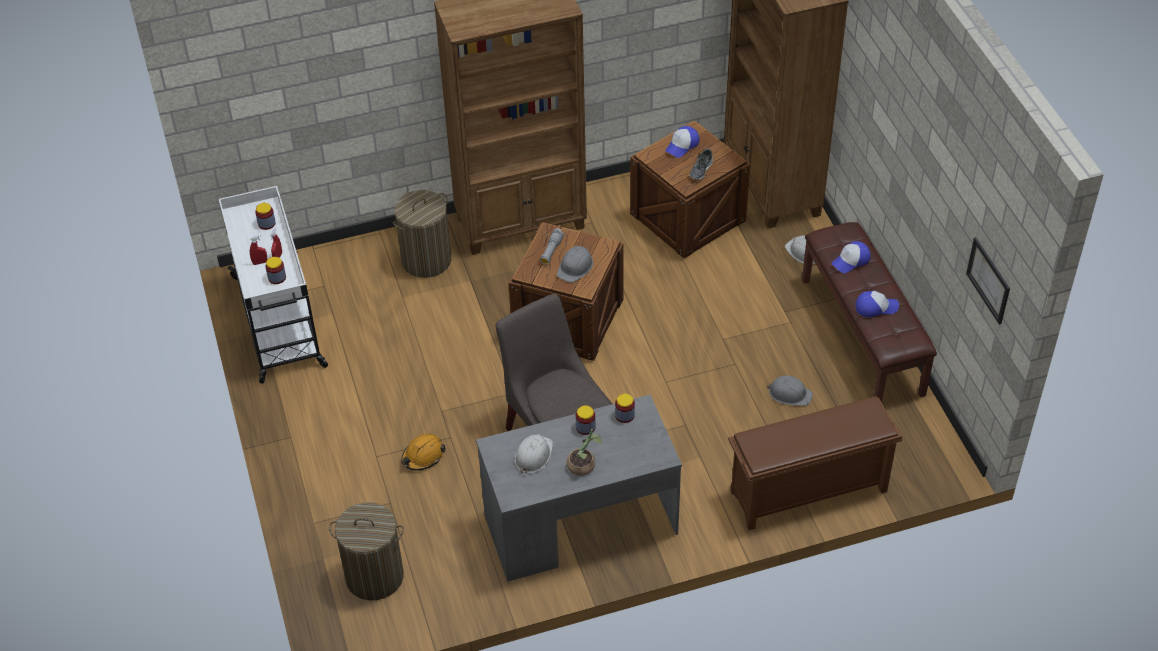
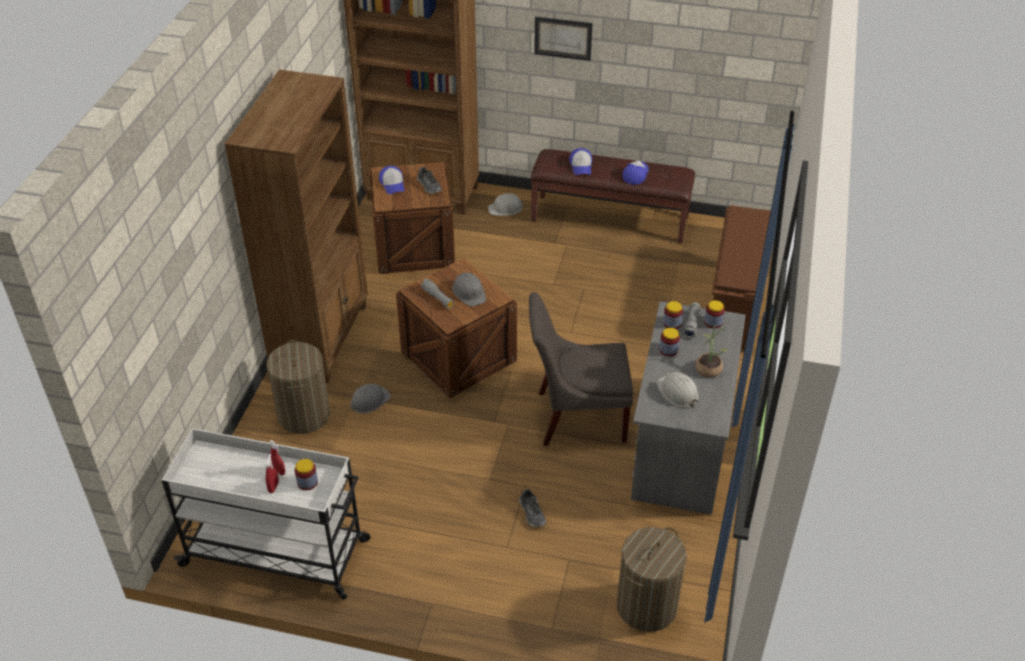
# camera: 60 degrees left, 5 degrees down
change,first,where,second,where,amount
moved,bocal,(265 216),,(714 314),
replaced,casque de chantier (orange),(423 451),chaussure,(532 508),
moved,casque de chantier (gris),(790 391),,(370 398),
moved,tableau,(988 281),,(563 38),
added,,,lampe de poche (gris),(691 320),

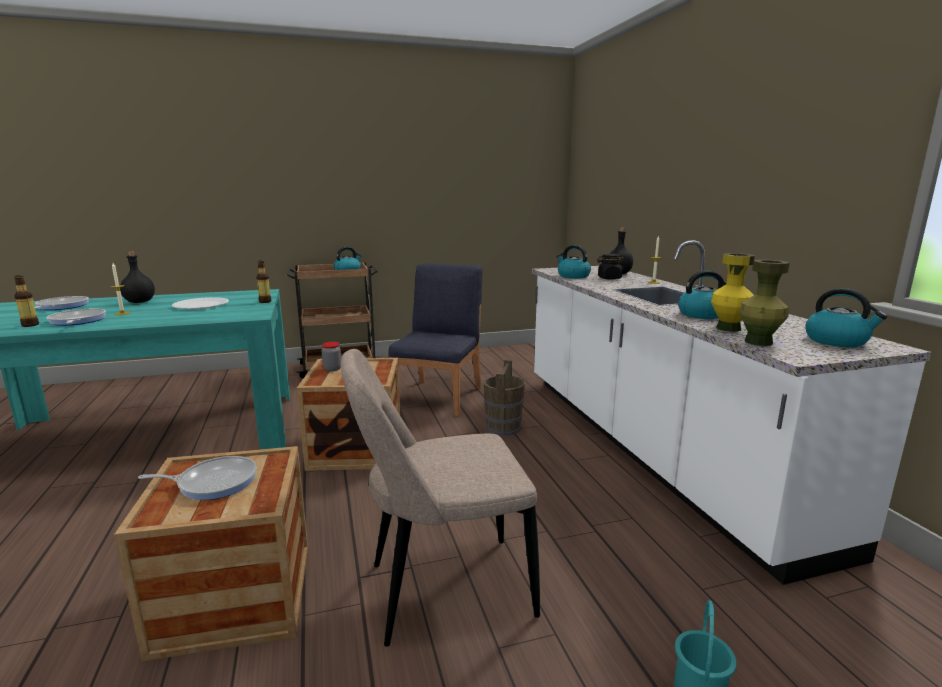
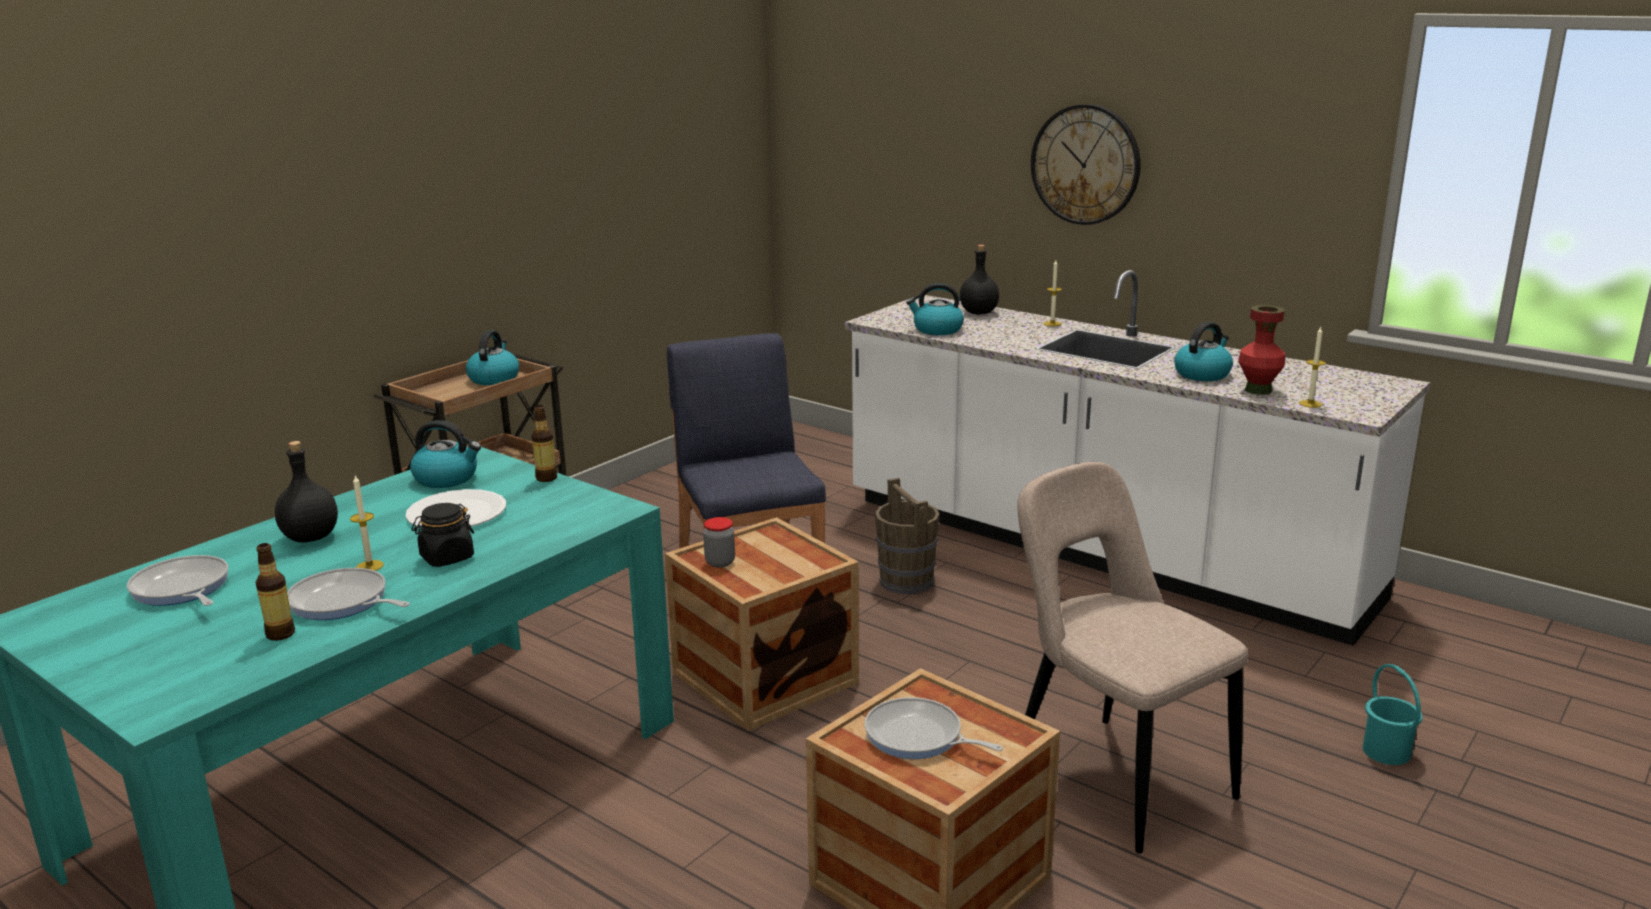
# camera: 35 degrees left, 5 degrees up
change,first,where,second,where,amount
turned,poêle,(197 478),,(934 728),105 degrees counterclockwise
turned,chaise (beige),(440 498),,(1133 658),105 degrees clockwise
moved,bocal (noir),(610 267),,(442 535),
recoloured,vase (jaune),(733 292),vase (rouge),(1261 350),
replaced,vase (vert),(764 303),bougie,(1312 367),
moved,bouilloire,(846 317),,(445 454),
added,,,horloge murale,(1086 164),

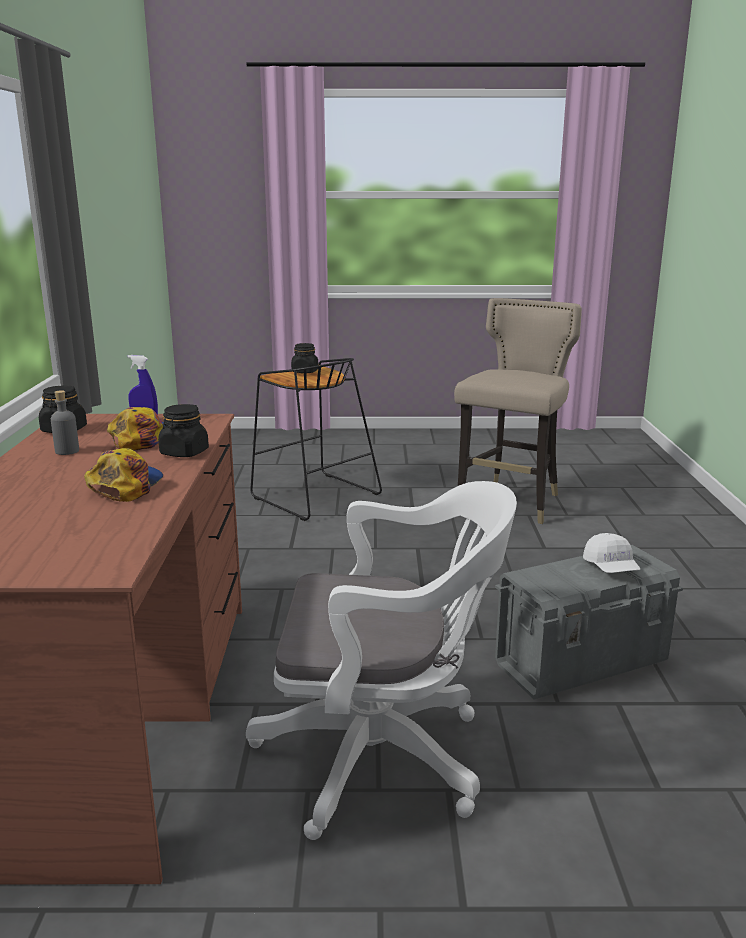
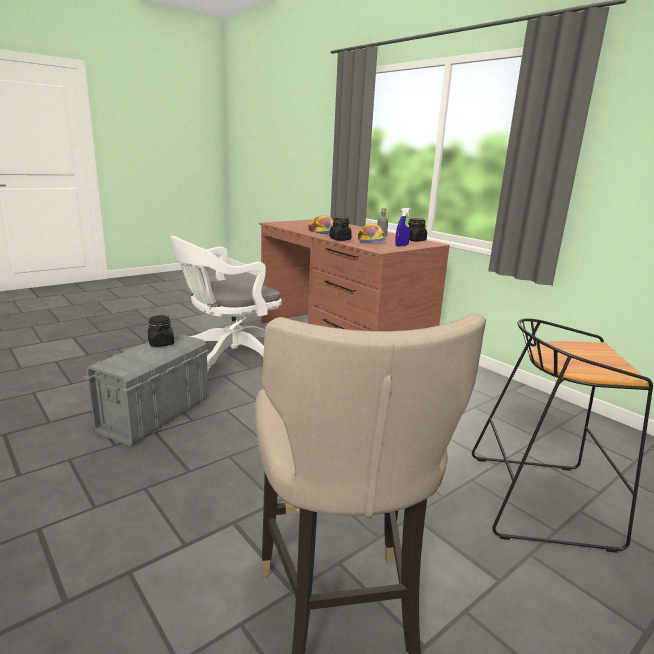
# camera: 140 degrees right, 0 degrees up
change,first,where,second,where,amount
moved,bocal (noir),(304 358),,(161 331),
removed,casquette (blanc),(611 553),,,

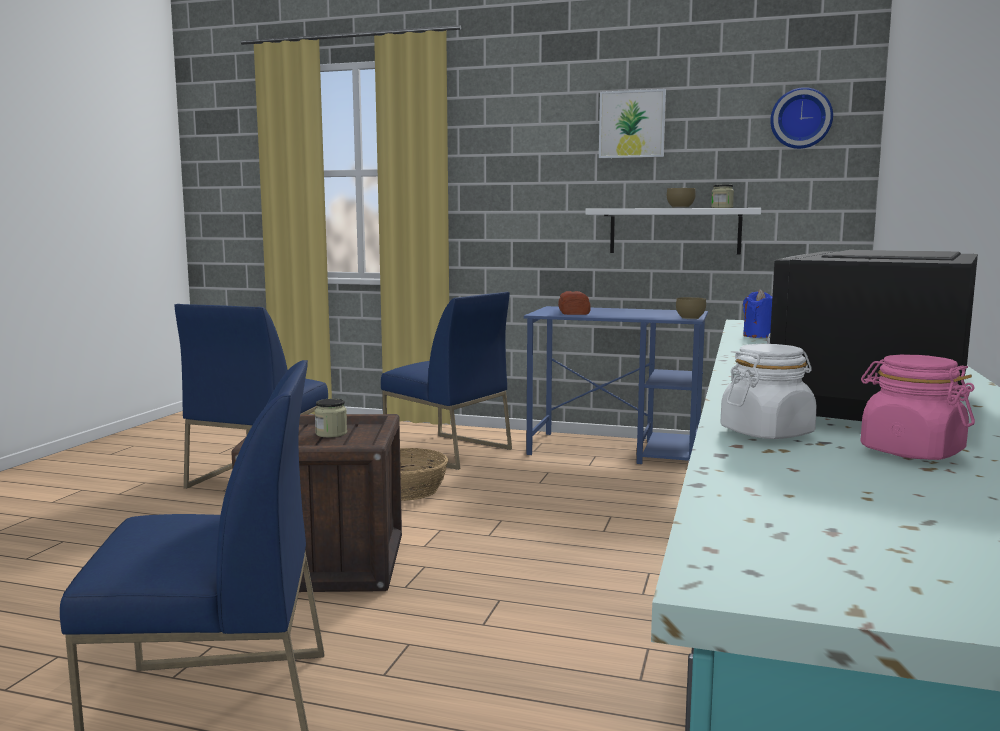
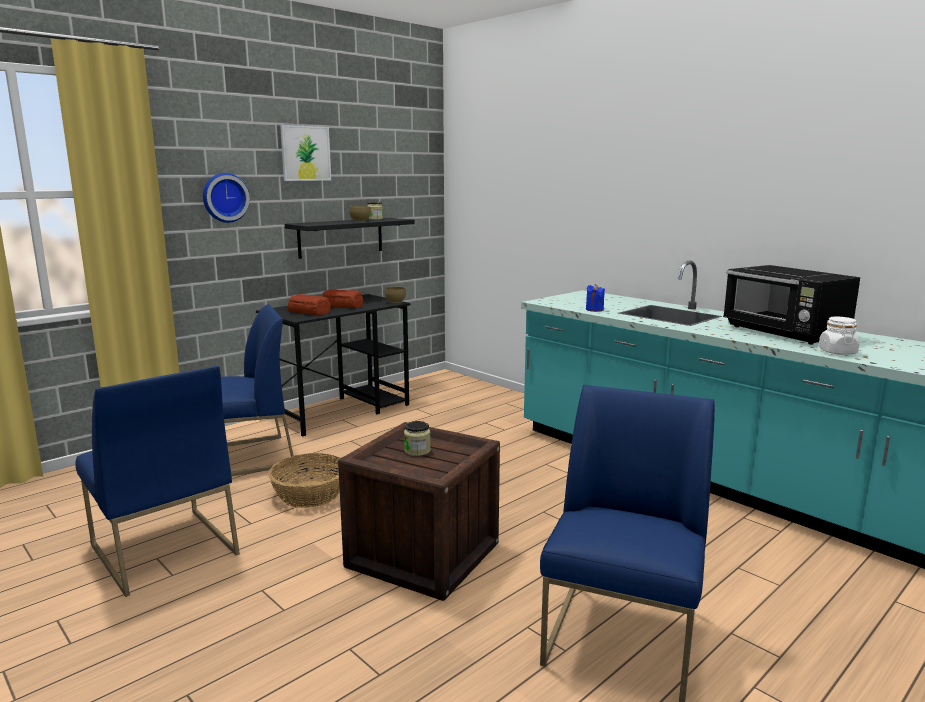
# camera: 60 degrees left, 5 degrees up
change,first,where,second,where,amount
recoloured,bureau (bleu),(616 385),bureau (noir),(333 365),
recoloured,étagère (blanc),(673 231),étagère (noir),(350 238),
moved,horloge murale,(801 118),,(226 198),
removed,bocal (rose),(918 407),,,
added,,,pain,(342 298),

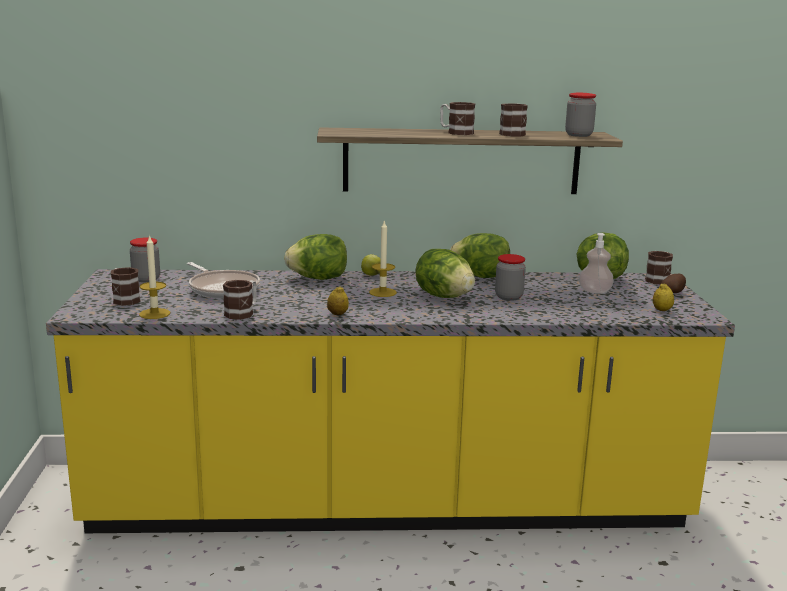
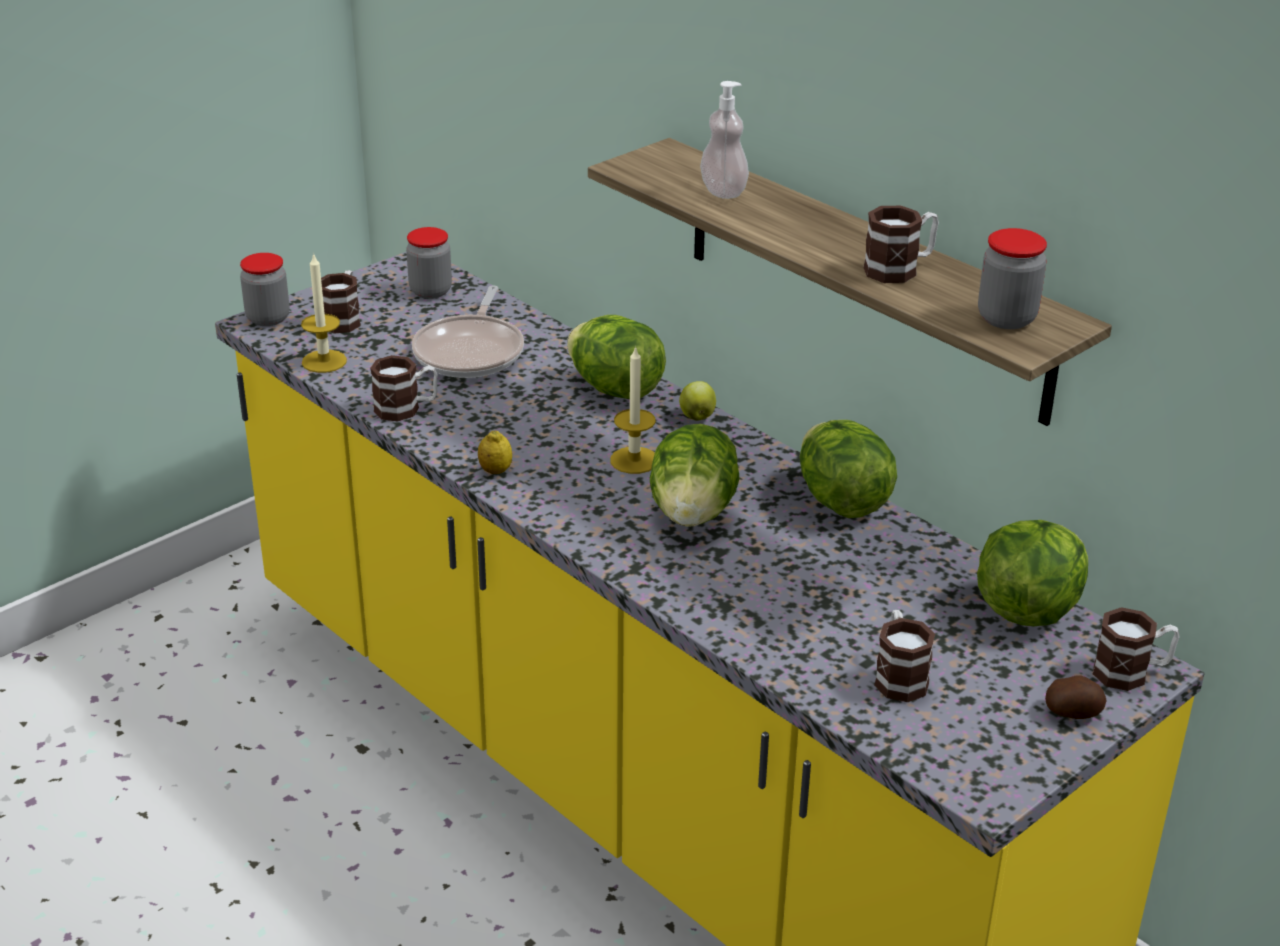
# camera: 50 degrees right, 15 degrees up
change,first,where,second,where,amount
moved,mug,(458 118),,(904 656),
moved,bocal,(510 277),,(264 289),
moved,distributeur de savon,(596 263),,(724 140),
removed,citron,(663 297),,,

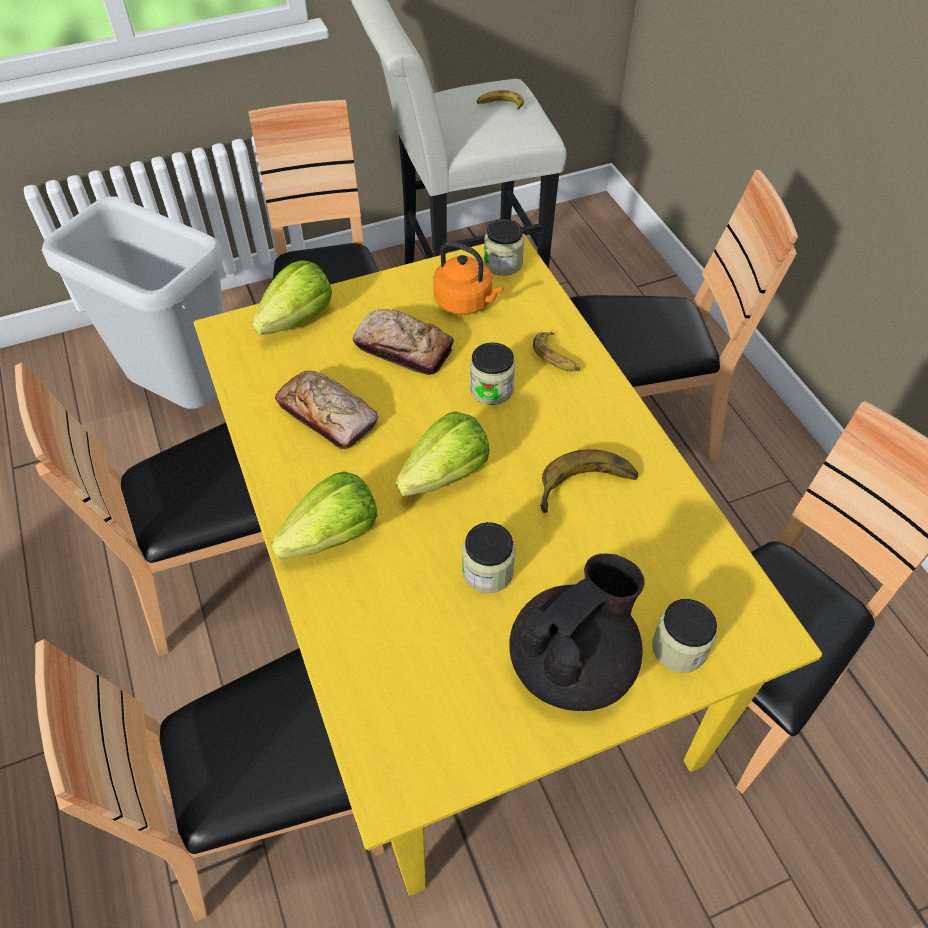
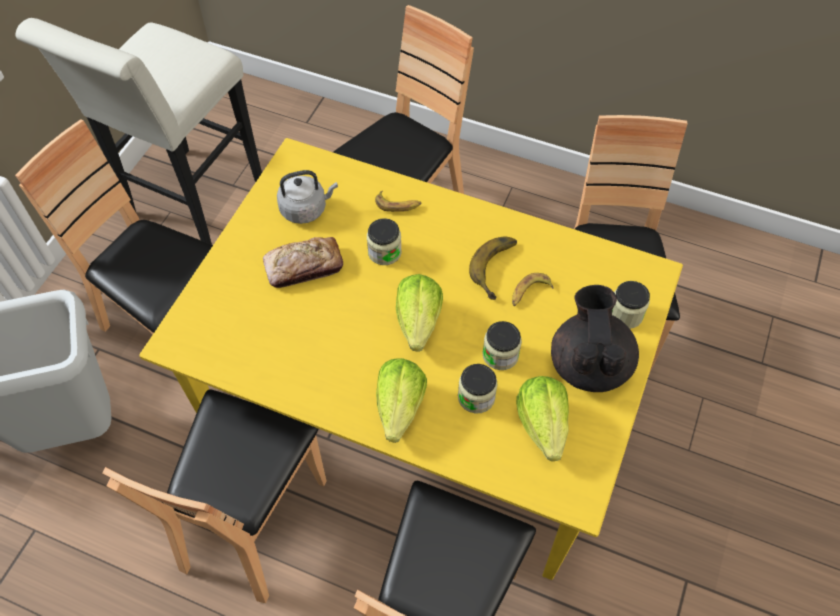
# camera: 45 degrees left, 5 degrees up
change,first,where,second,where,amount
moved,laitue,(292 297),,(542 418),
removed,pain,(326 410),,,
recoloured,bouilloire (orange),(468 278),bouilloire (gris),(307 197),
moved,banane,(500 100),,(533 289),
moved,bocal,(504 247),,(478 389),

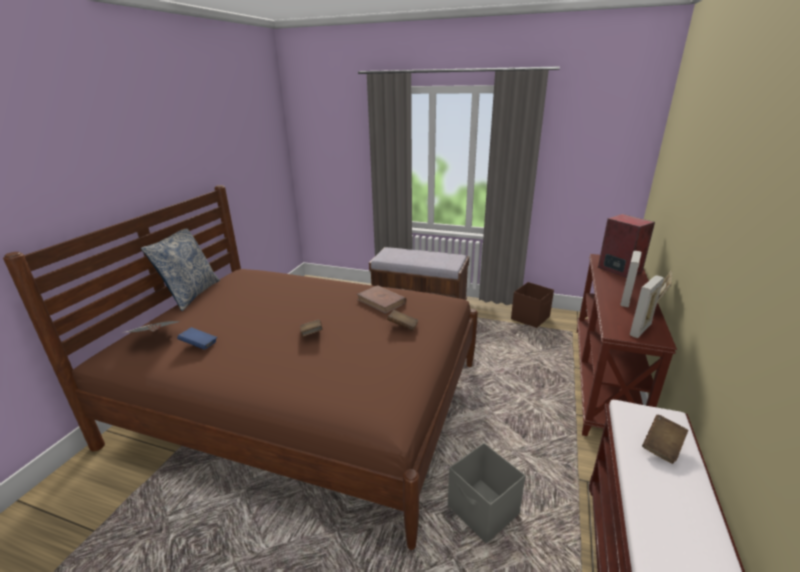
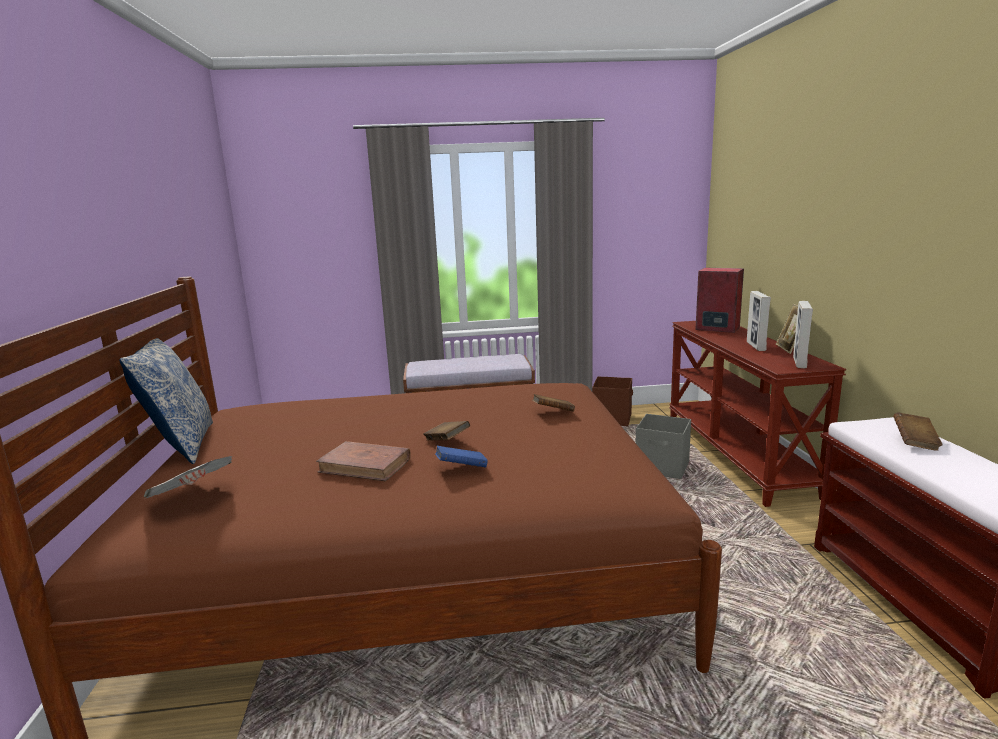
# camera: 25 degrees left, 10 degrees down
change,first,where,second,where,amount
moved,livre (bleu),(197 338),,(461 456),
moved,livre (marron),(381 299),,(363 461),
moved,boîte de rangement (gris),(487 493),,(663 446),

